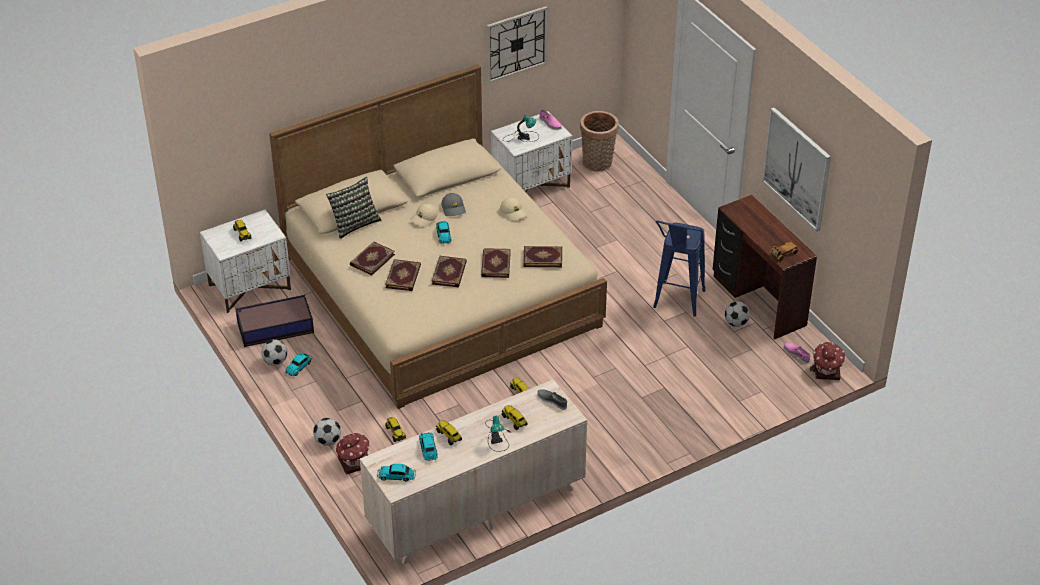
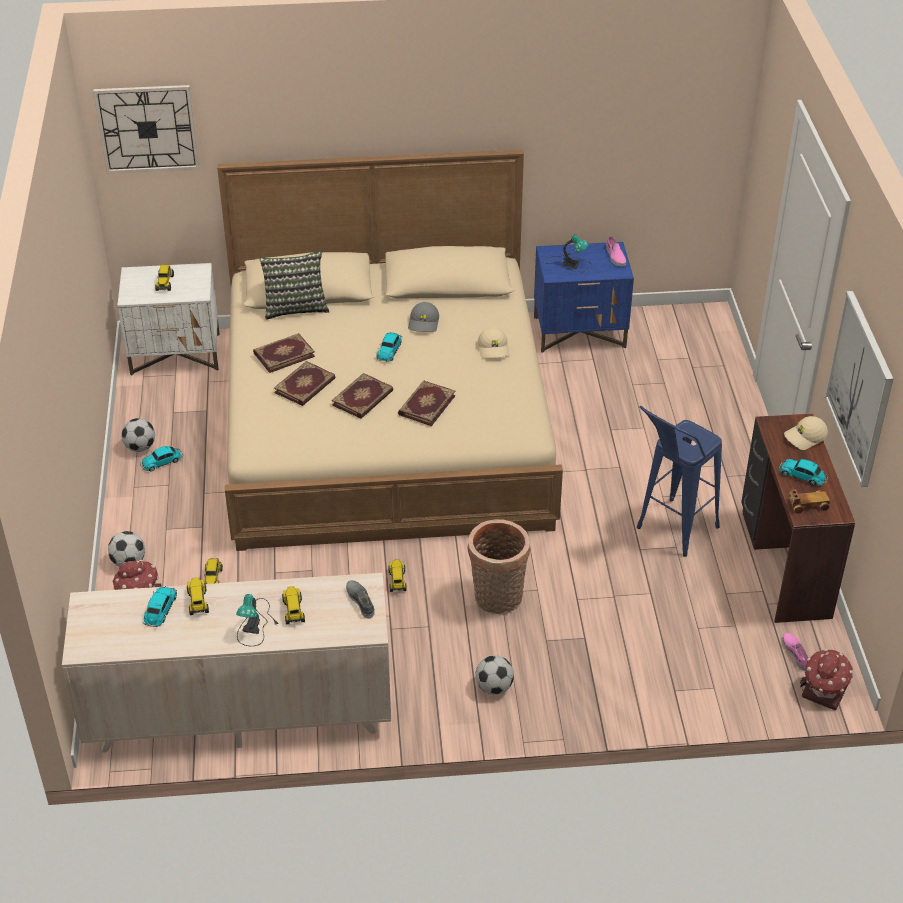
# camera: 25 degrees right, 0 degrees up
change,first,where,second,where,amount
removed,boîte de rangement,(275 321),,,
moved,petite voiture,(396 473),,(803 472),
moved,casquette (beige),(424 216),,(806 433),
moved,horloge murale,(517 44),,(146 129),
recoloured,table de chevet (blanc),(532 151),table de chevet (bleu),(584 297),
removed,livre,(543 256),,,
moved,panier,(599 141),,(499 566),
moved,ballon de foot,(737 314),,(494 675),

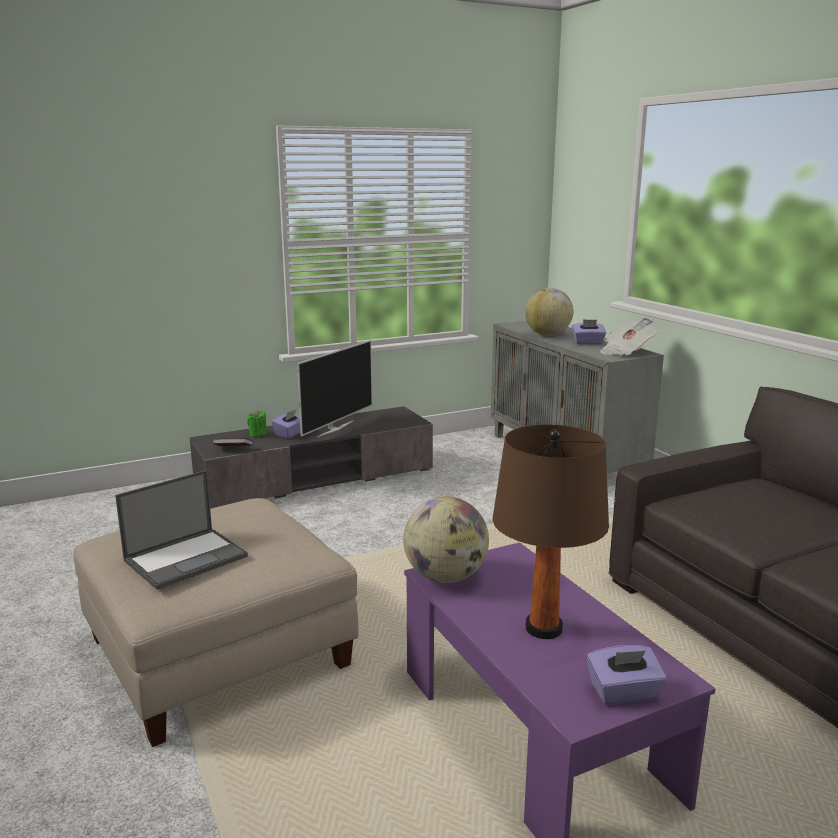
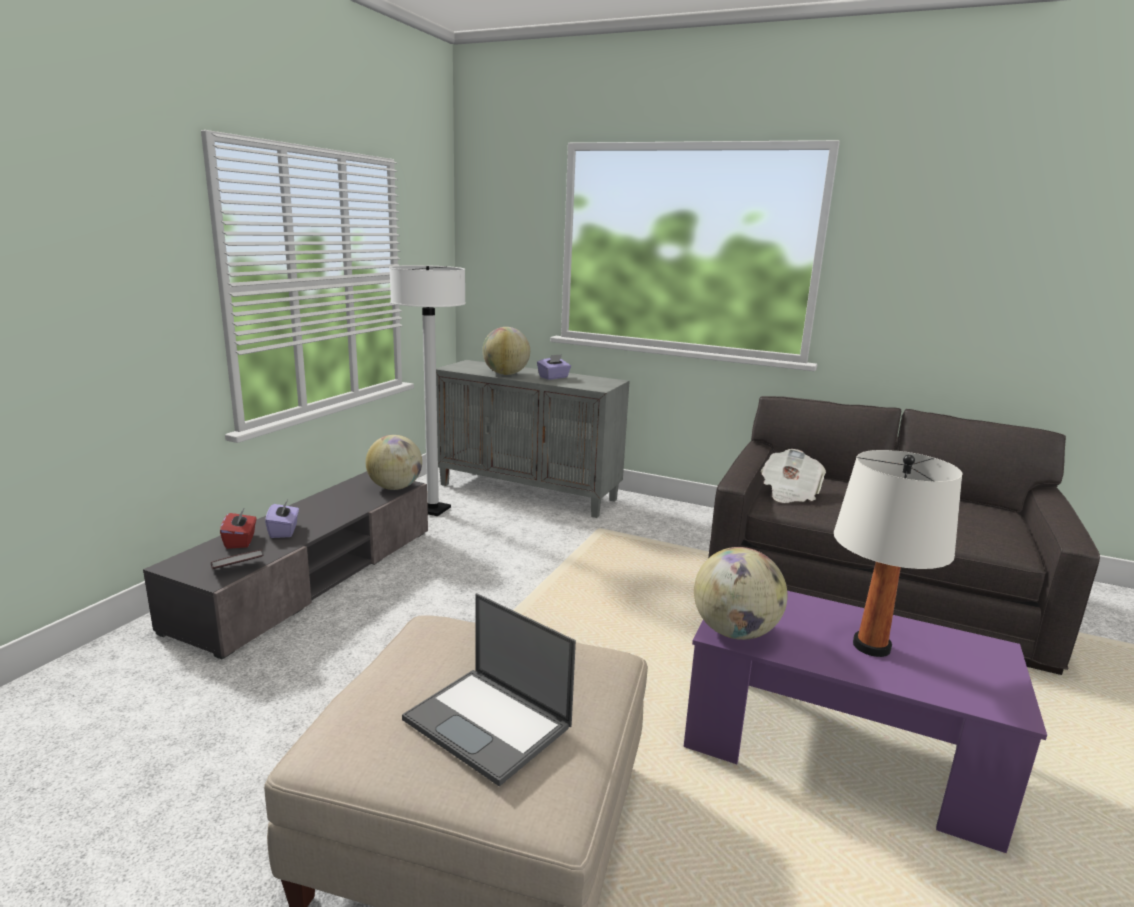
# camera: 40 degrees left, 0 degrees up
change,first,where,second,where,amount
turned,ordinateur portable,(181 530),,(489 690),120 degrees clockwise
replaced,bougie (vert),(257 423),boîte à mouchoirs (rouge),(238 528),
removed,téléviseur,(334 388),,,
recoloured,lampe de table (marron),(550 531),lampe de table (blanc),(898 553),
removed,boîte à mouchoirs (violet),(626 675),,,
moved,journal,(629 336),,(793 476),
added,,,globe,(394 462),
added,,,lampadaire (blanc),(427 390),

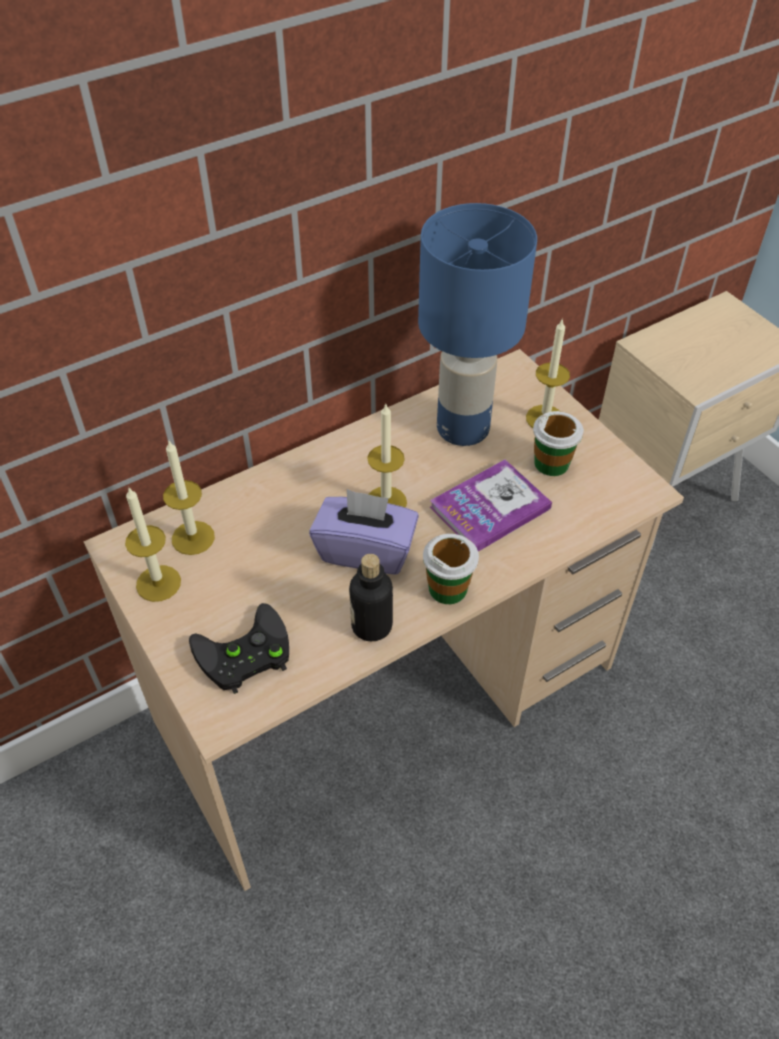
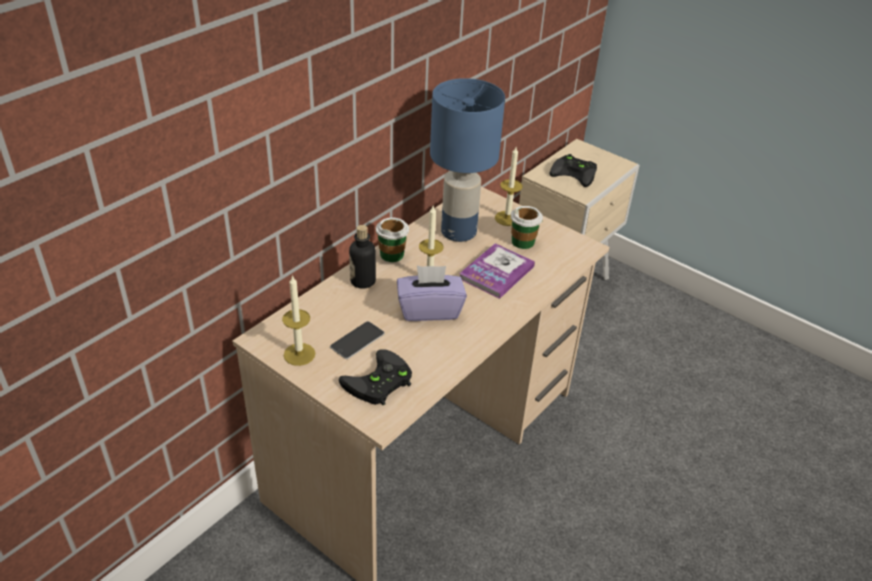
# camera: 20 degrees left, 10 degrees down
change,first,where,second,where,amount
removed,bougie,(189 498),,,
moved,bouteille,(371 597),,(362 257),
moved,tasse,(451 569),,(392 239),
added,,,téléphone,(357 340),
added,,,manette (noir),(573 170),

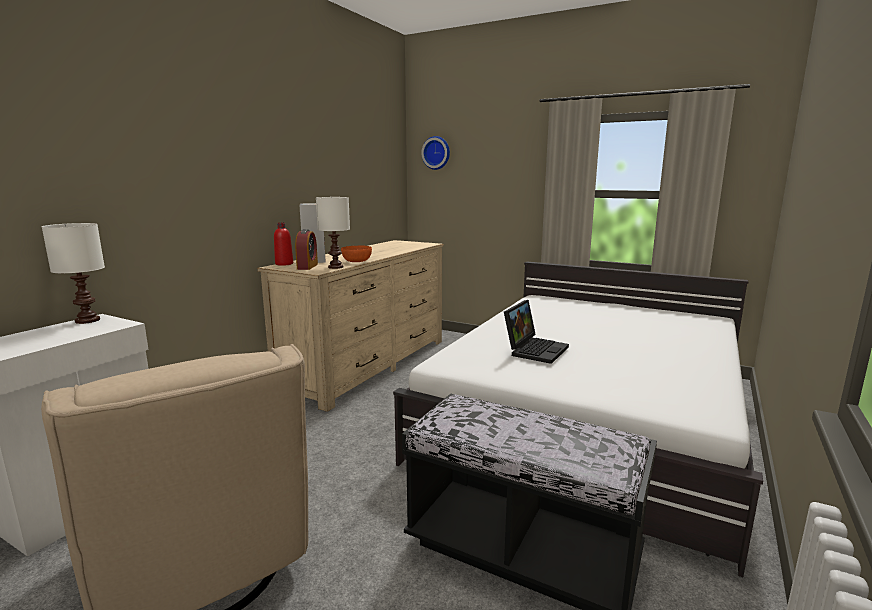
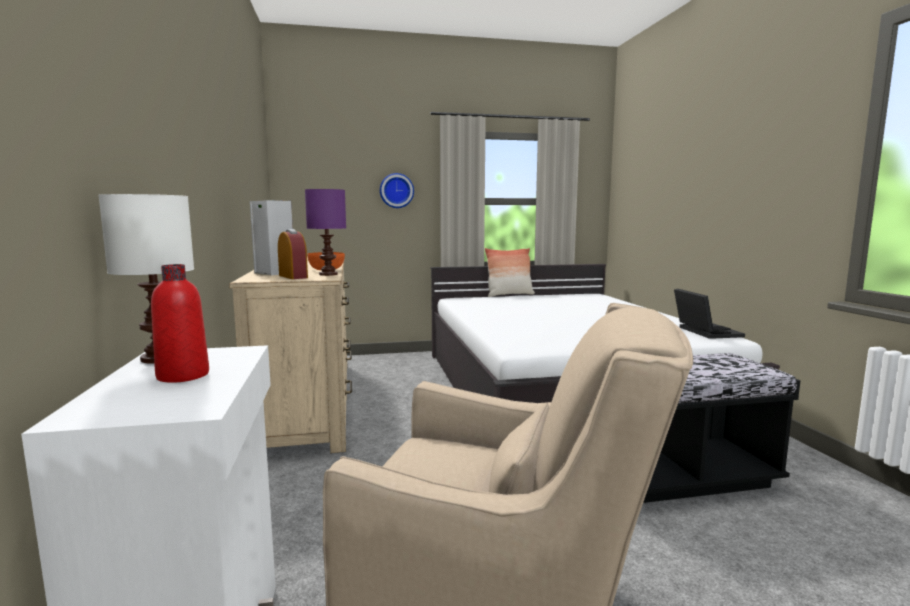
# camera: 40 degrees left, 5 degrees down
change,first,where,second,where,amount
moved,bouteille (rouge),(283 244),,(180 323),
recoloured,lampe de table (blanc),(333 233),lampe de table (violet),(325 232),
moved,horloge murale,(435 153),,(397 190),
moved,ordinateur portable,(536 332),,(709 314),
added,,,coussin,(510 272),

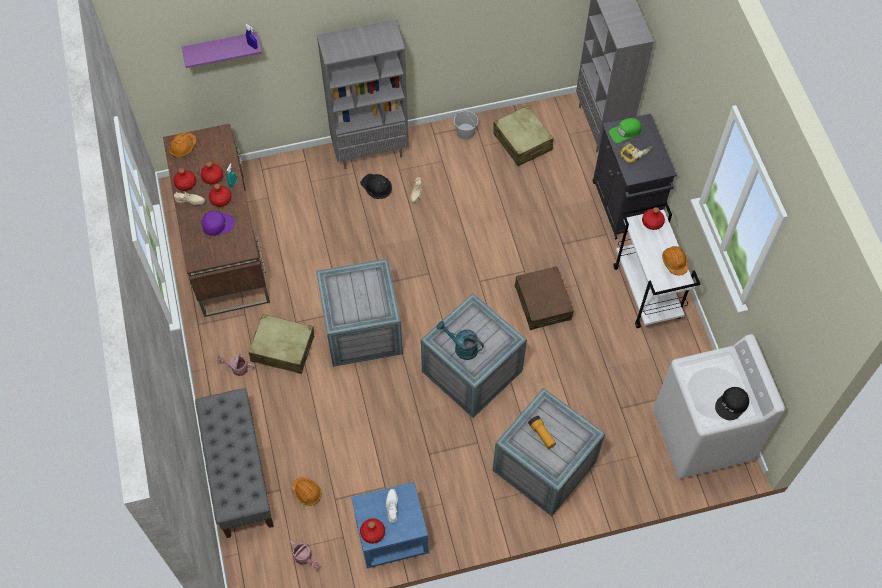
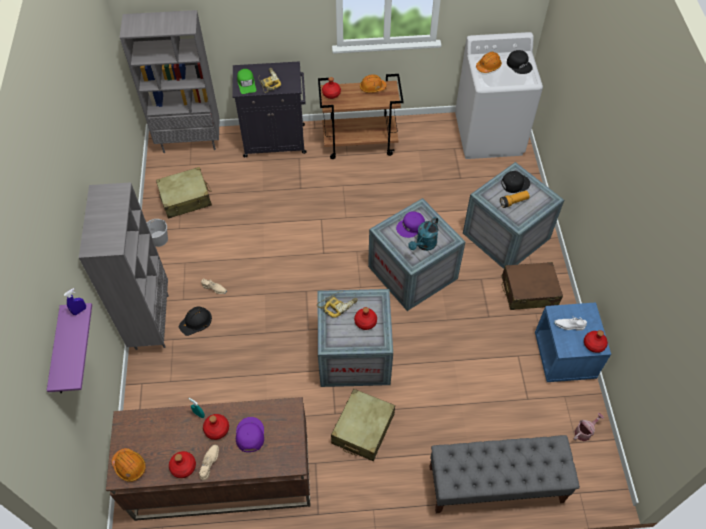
# camera: 80 degrees left, 5 degrees down
change,first,where,second,where,amount
moved,bouteille (rouge),(212 172),,(365 318),
removed,arrosoir,(235 365),,,
moved,casque de chantier (orange),(307 491),,(489 62),
moved,valise (marron),(544 298),,(532 286),
recoloured,chariot (blanc),(656 265),chariot (marron),(361 116),
added,,,perceuse,(337 304),
added,,,casquette (violet),(410 224),
added,,,casquette (noir),(515 182),

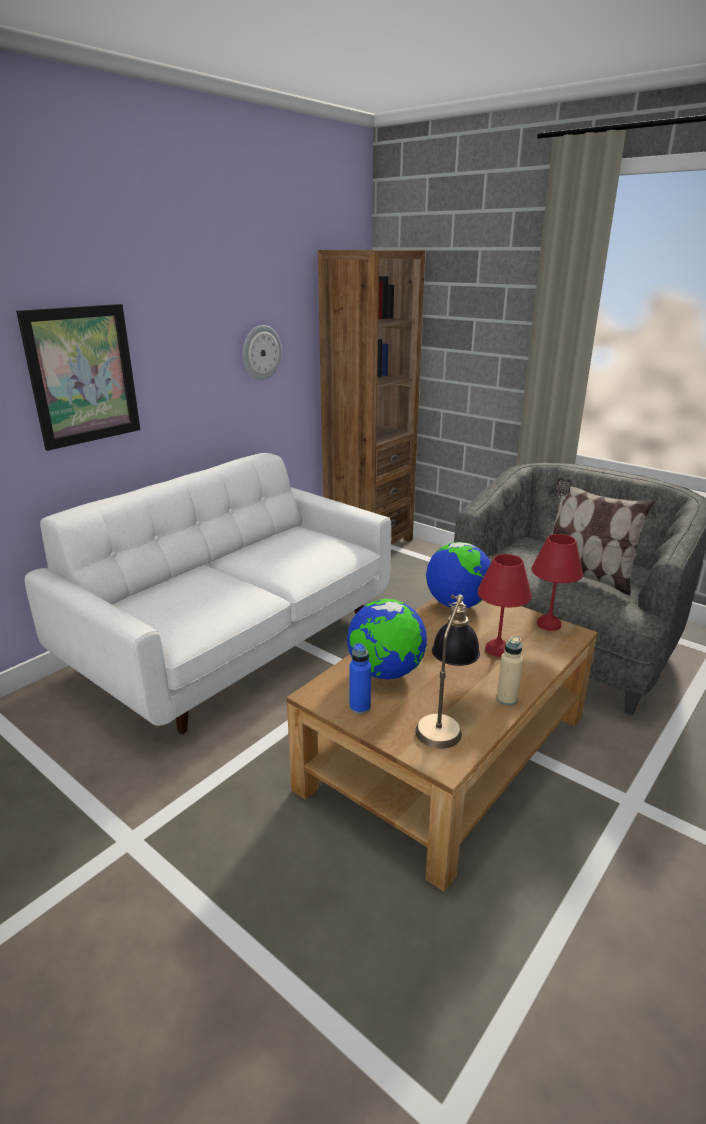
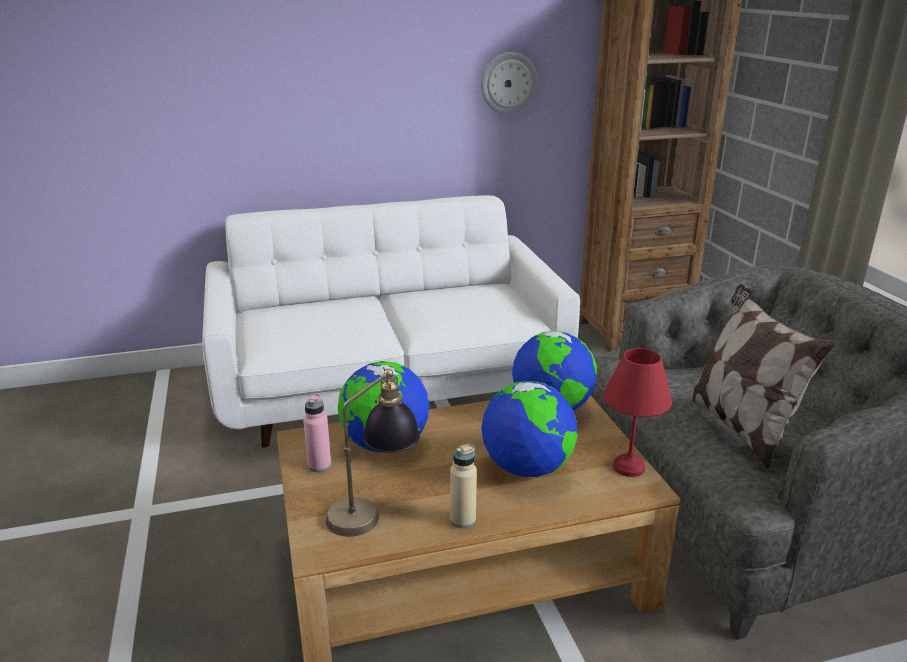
# camera: 35 degrees right, 0 degrees up
change,first,where,second,where,amount
removed,tableau,(78 377),,,
recoloured,bouteille (bleu),(360 678),bouteille (rose),(317 433),
replaced,lampe de table (rouge),(504 605),globe,(529 429),

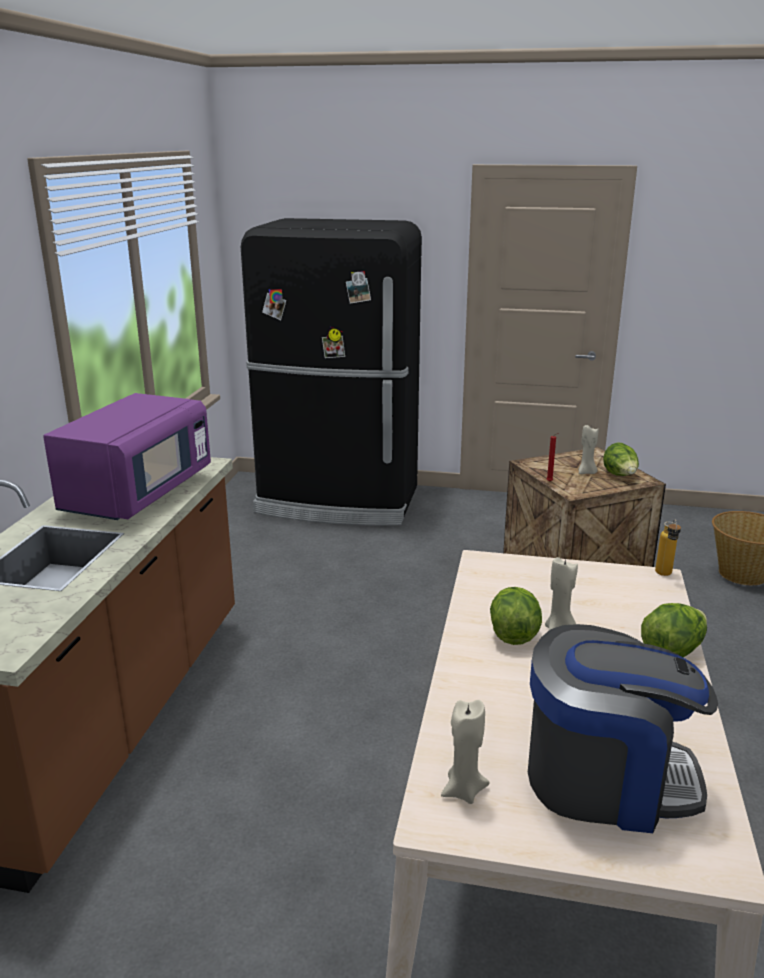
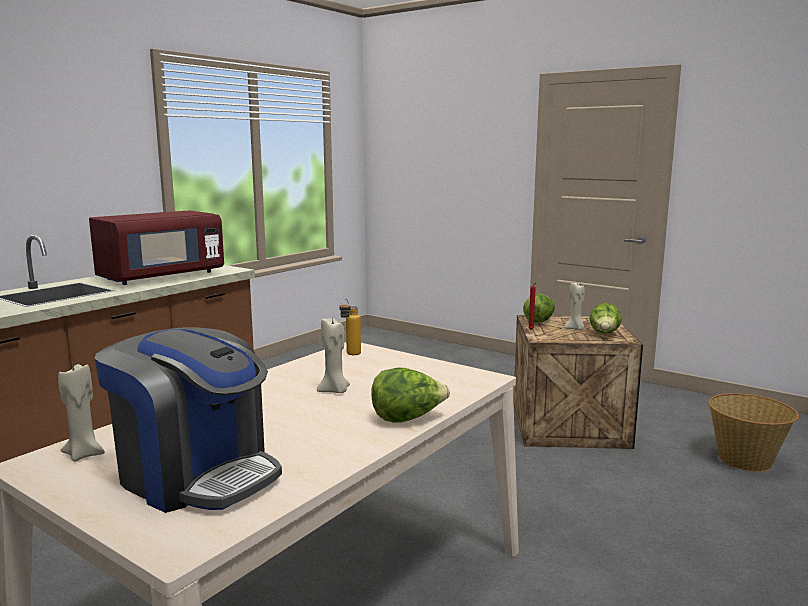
# camera: 25 degrees right, 10 degrees down
change,first,where,second,where,amount
recoloured,micro-ondes (violet),(127 456),micro-ondes (rouge),(156 247),
removed,réfrigérateur (noir),(331 372),,,
moved,laitue,(516 616),,(539 308),
moved,bouteille,(668 547),,(350 327),

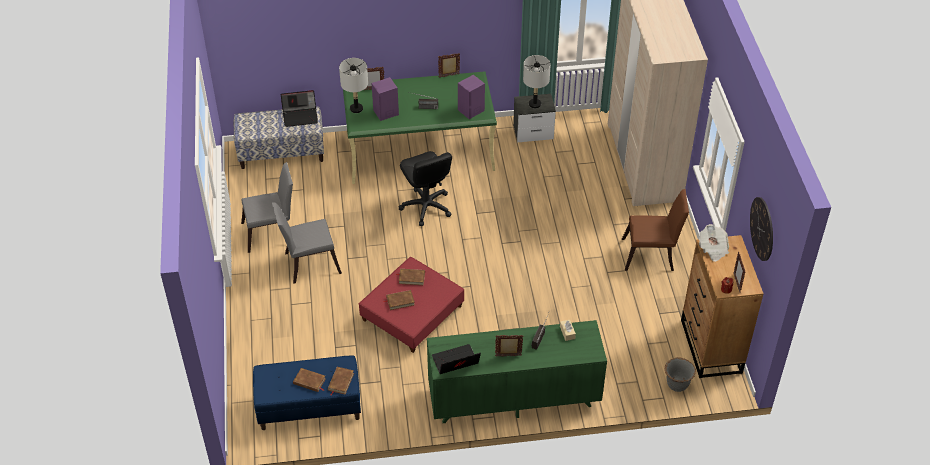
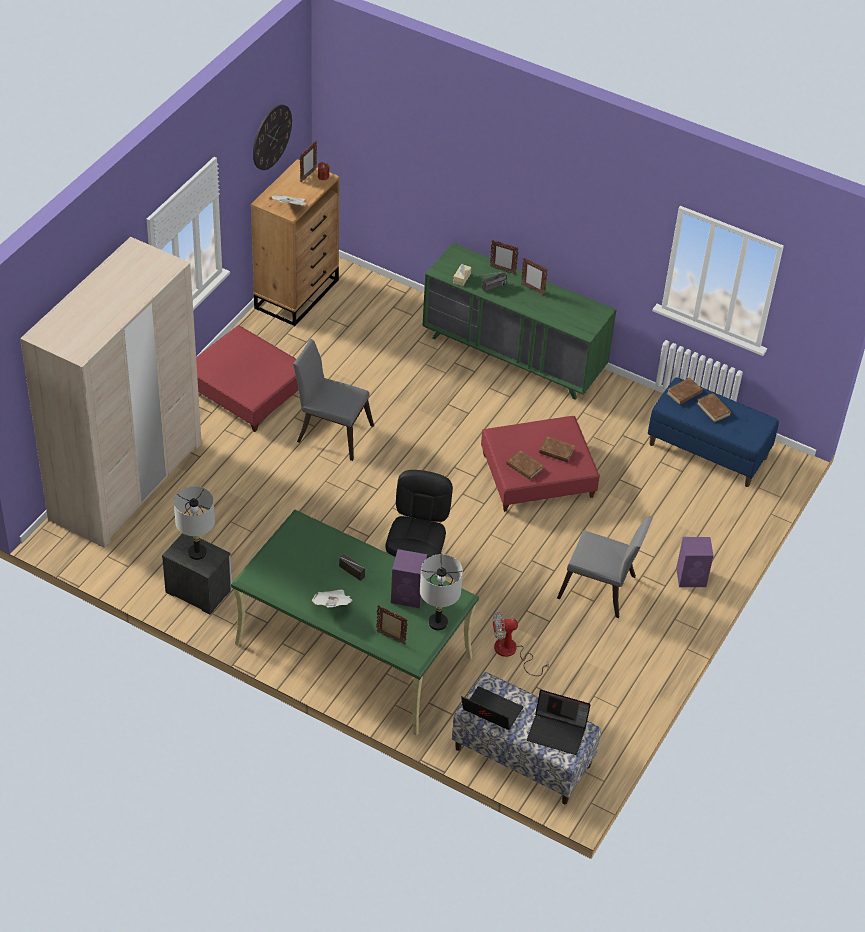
# camera: 145 degrees left, 0 degrees up
change,first,where,second,where,amount
moved,chaise (gris),(267 207),,(333 400),
moved,ordinateur portable,(456 359),,(558 722),
moved,cadre photo,(449 65),,(504 257),
moved,enceinte (violet),(471 97),,(695 562),
replaced,chaise (marron),(655 230),pouf (rouge),(247 378),
removed,cache-pot (gris),(680 374),,,
added,,,journal,(332 598),
added,,,ventilateur,(521 644),

